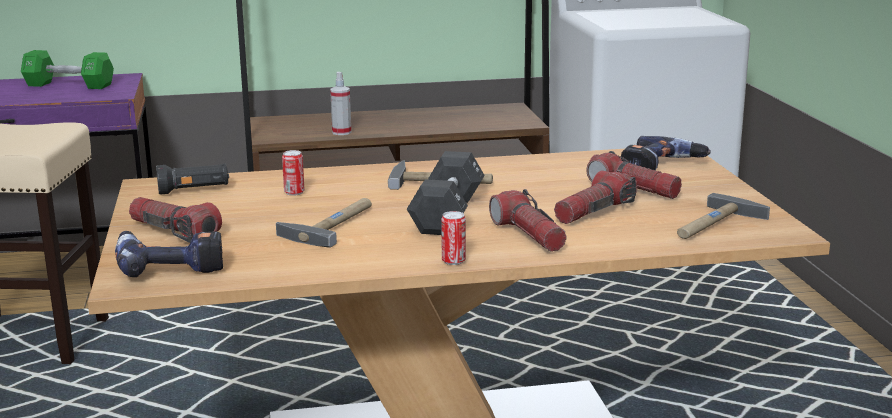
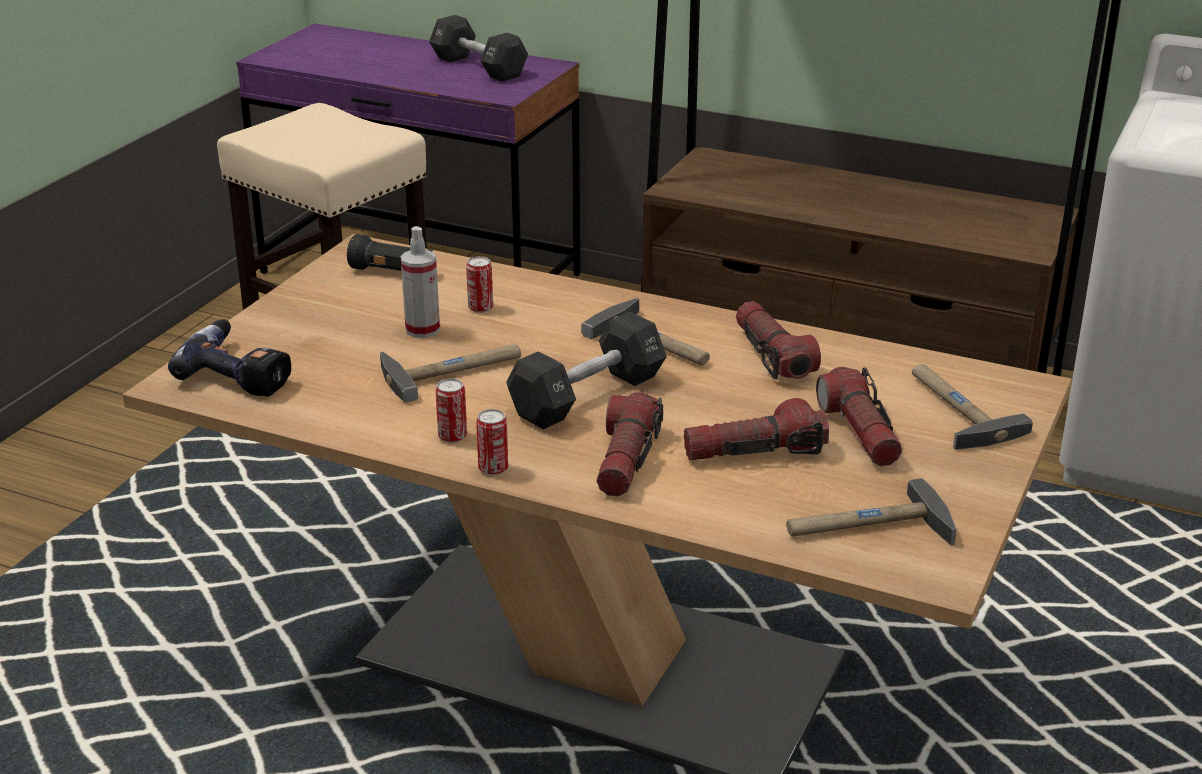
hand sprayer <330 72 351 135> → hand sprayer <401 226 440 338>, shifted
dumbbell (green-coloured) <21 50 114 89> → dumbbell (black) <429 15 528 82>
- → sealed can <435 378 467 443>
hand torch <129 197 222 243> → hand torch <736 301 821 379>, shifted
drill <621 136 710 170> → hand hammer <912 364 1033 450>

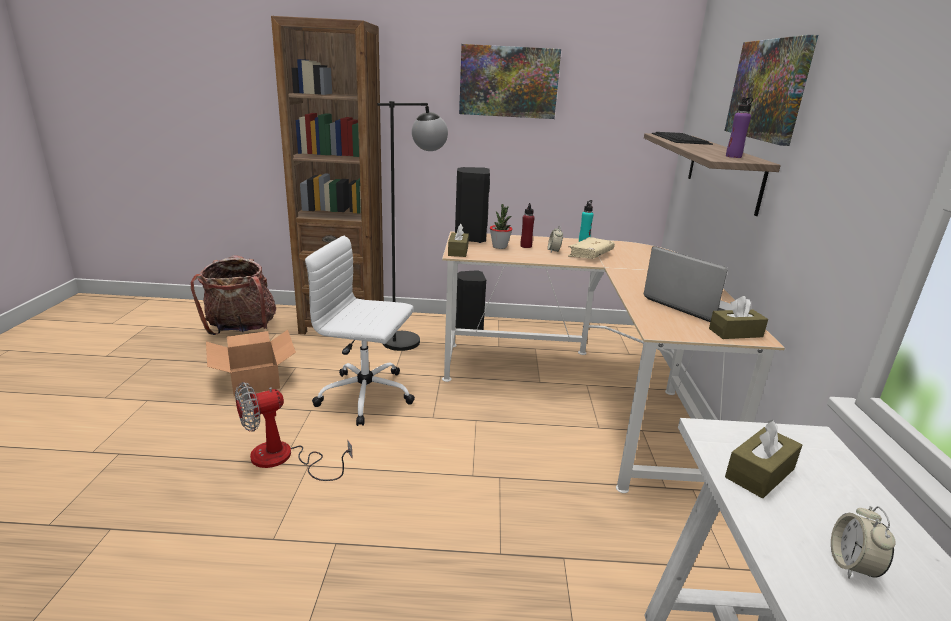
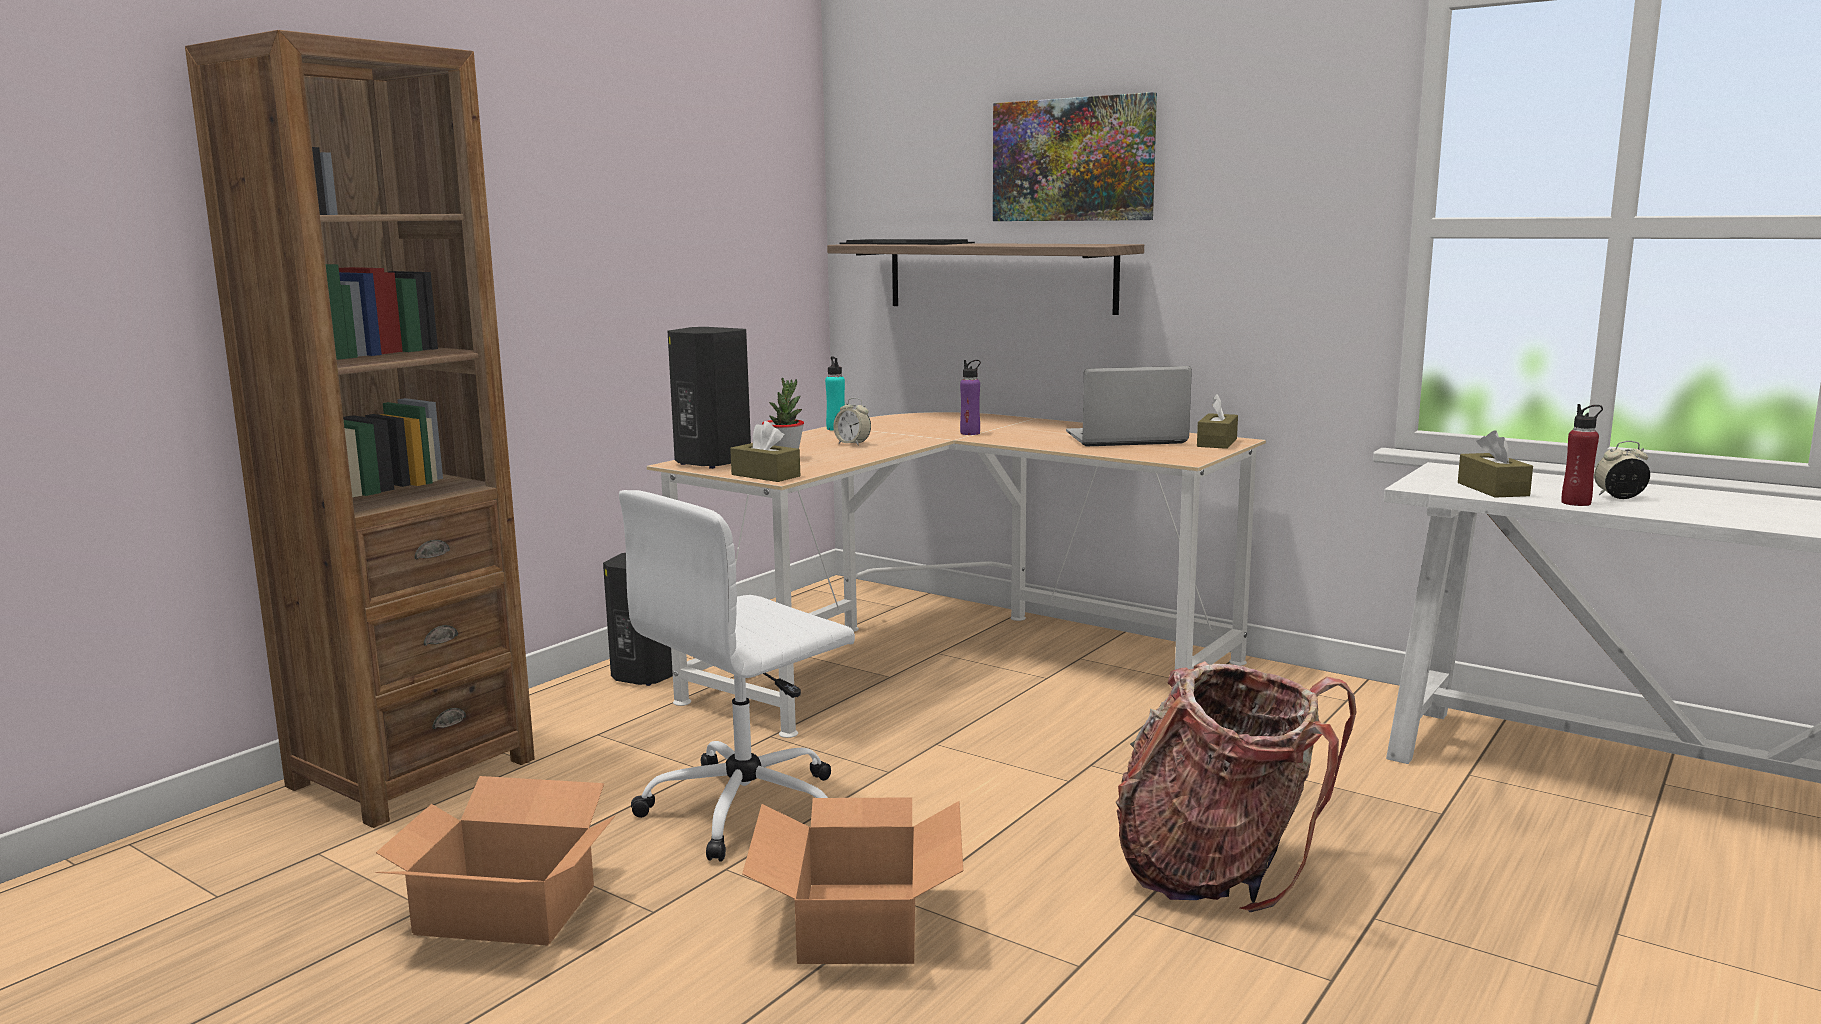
cooling fan <235 382 353 481> → packing box <742 797 963 964>
drink bottle (purple) <726 97 754 158> → drink bottle (purple) <960 360 981 435>, shifted
knapsack <191 255 276 335> → knapsack <1116 661 1357 912>, shifted
drink bottle (red-coloured) <520 203 535 248> → drink bottle (red-coloured) <1561 404 1603 506>, shifted
bedside clock <831 506 896 579> → bedside clock <1594 441 1650 499>, 135 degrees clockwise
standard lamp (black) <377 101 448 351> → -
wall art <459 44 561 119> → -
book (sand-coloured) <568 237 615 259> → -

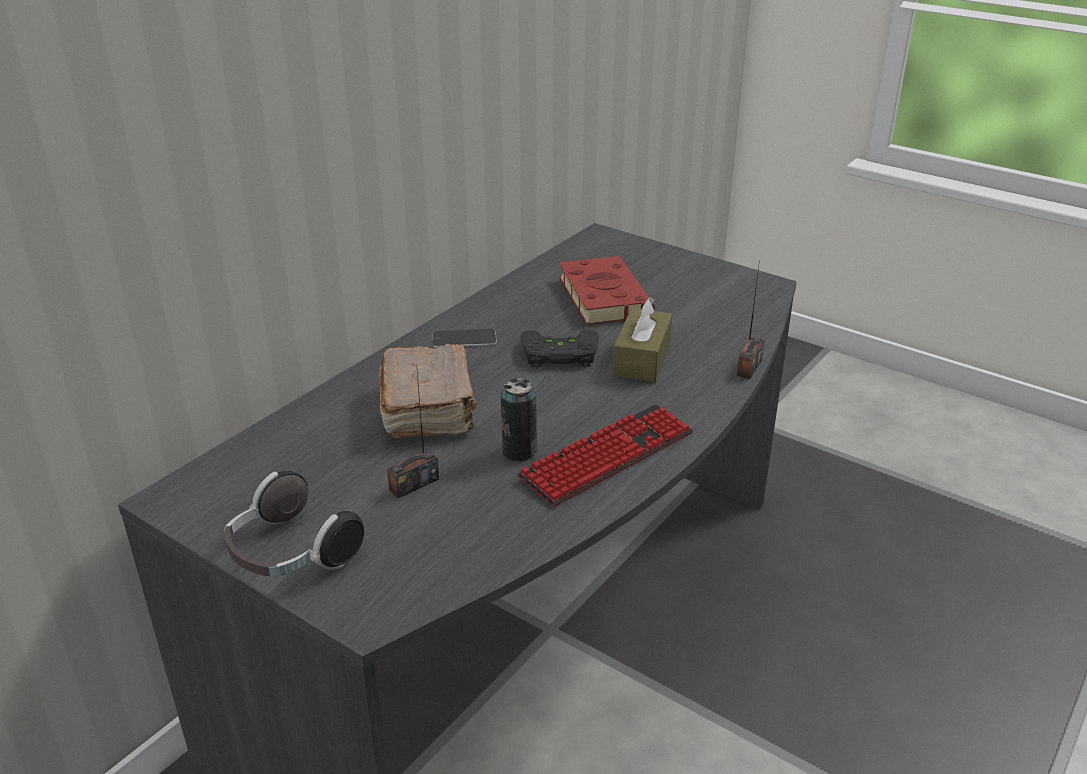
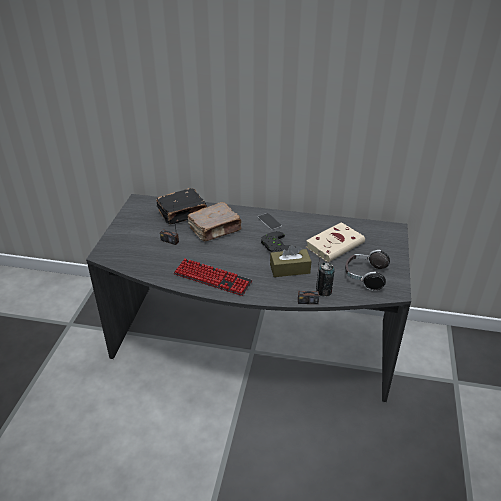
- → book (black) <156 188 207 224>
book (red-coloured) <559 256 655 325> → book (sand-coloured) <306 222 365 262>
sealed can <501 378 537 462> → sealed can <317 262 334 297>, shifted
headset <224 471 364 577> → headset <345 250 390 291>, shifted

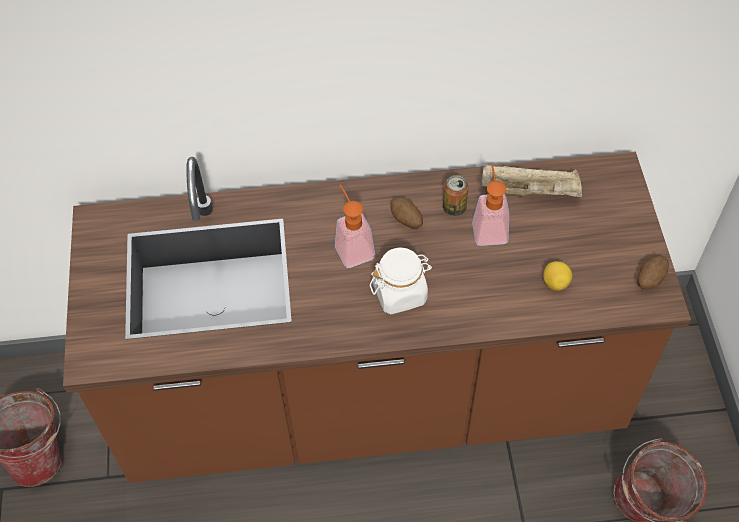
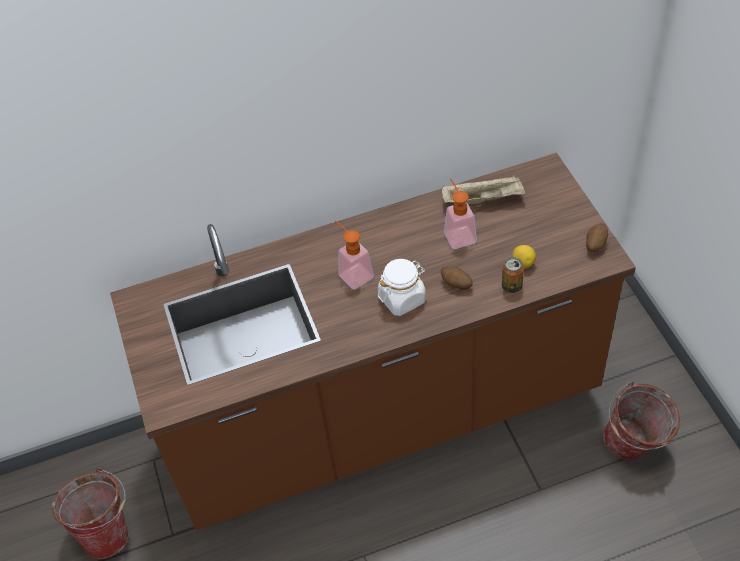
potato <391 197 423 229> → potato <441 266 473 290>, shifted
sealed can <443 175 468 216> → sealed can <502 257 524 293>, shifted

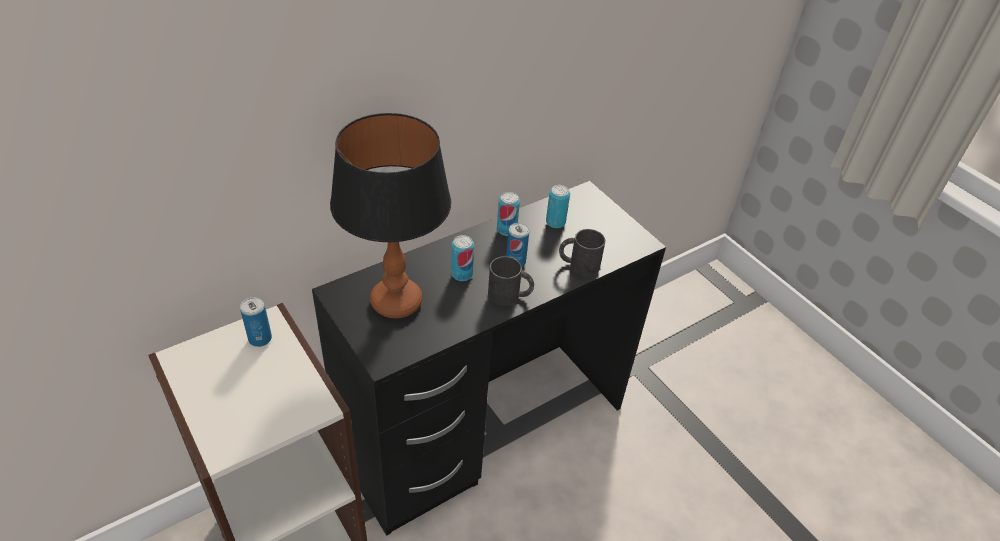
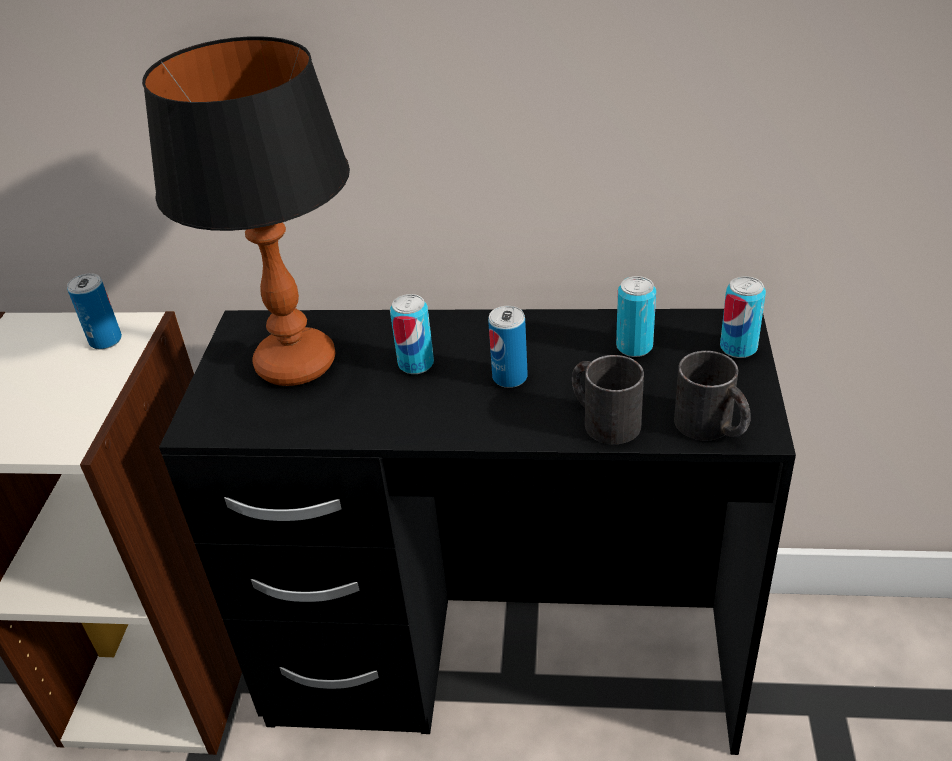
coffee mug (black) <488 256 534 306> → coffee mug (black) <674 351 751 441>, shifted
sealed can <497 192 520 236> → sealed can <720 276 766 358>, shifted

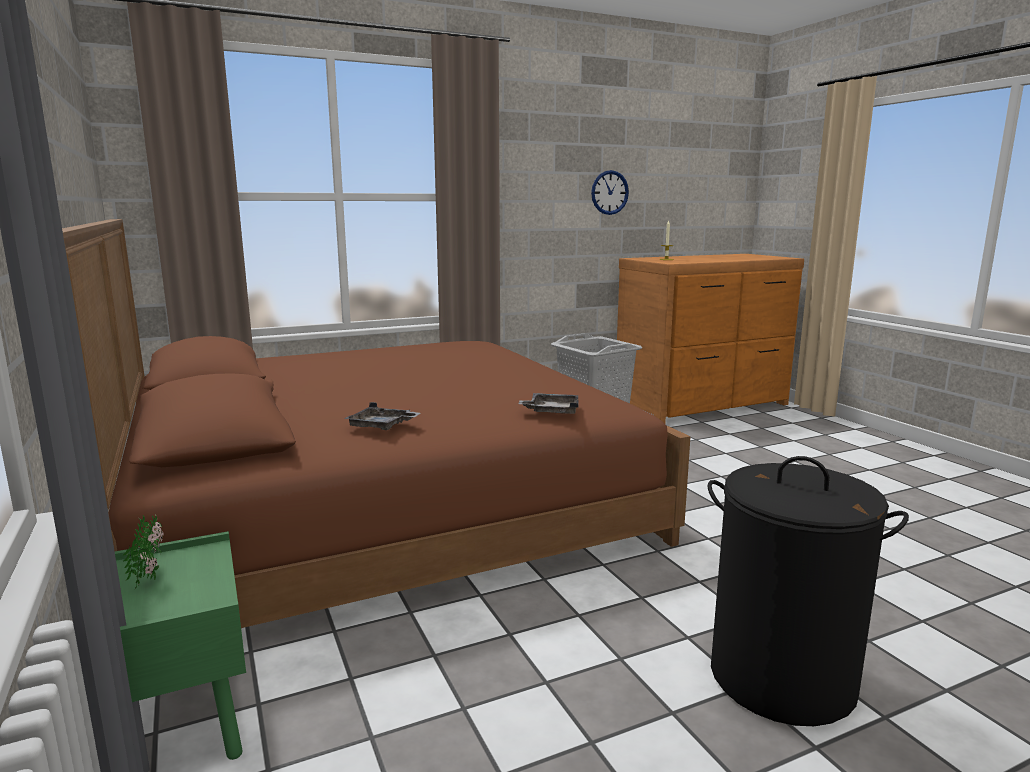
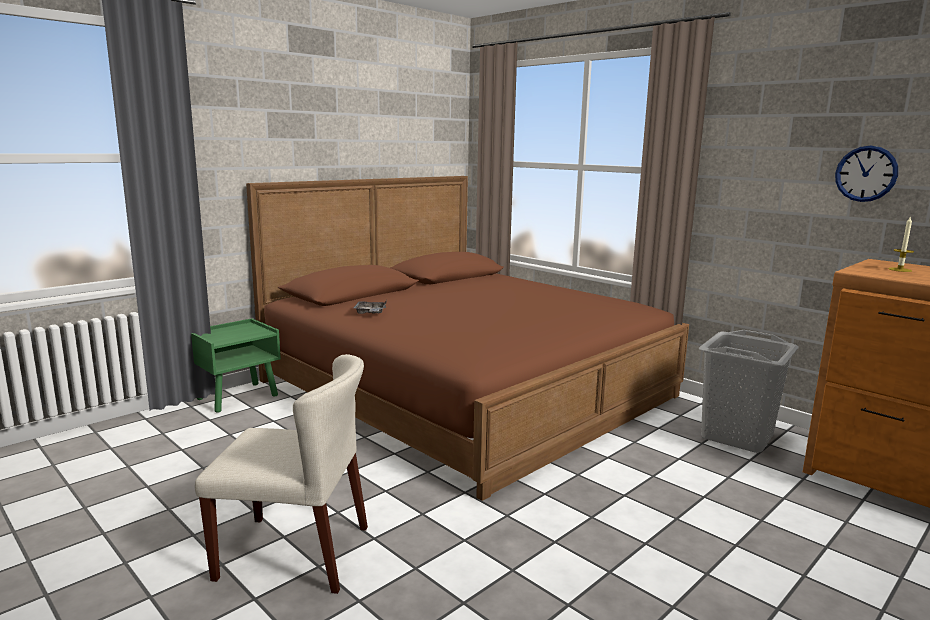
hamper (black) <707 456 909 726> → upright chair (sand-coloured) <195 354 368 594>
houseplant <123 514 163 589> → -
serving tray (greyish) <519 393 578 414> → -

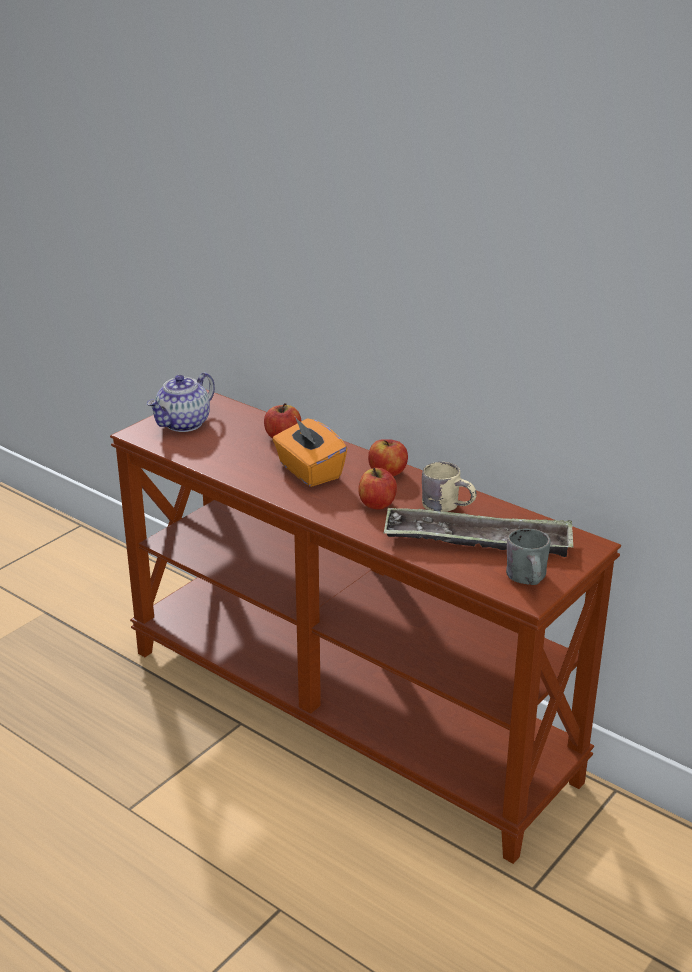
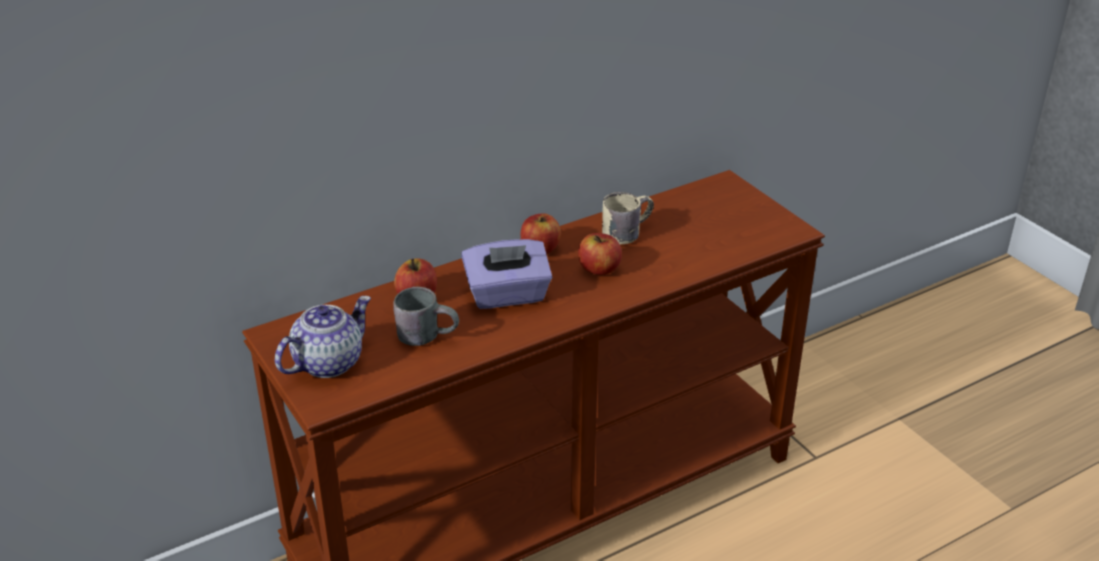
pot for tea <147 372 215 432> → pot for tea <275 296 371 378>, 105 degrees counterclockwise
coffee mug (greyish) <506 529 551 585> → coffee mug (greyish) <393 287 459 346>, shifted
box of tissues (orange) <272 417 347 487> → box of tissues (purple) <461 239 552 309>
serving tray <384 507 573 557> → -

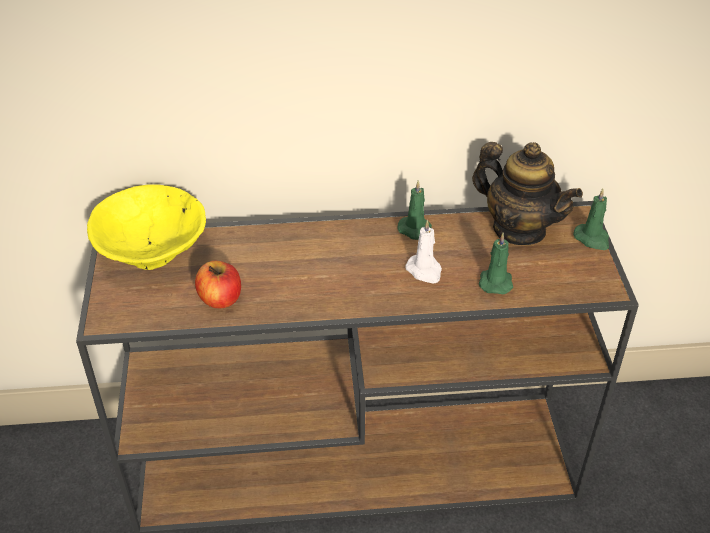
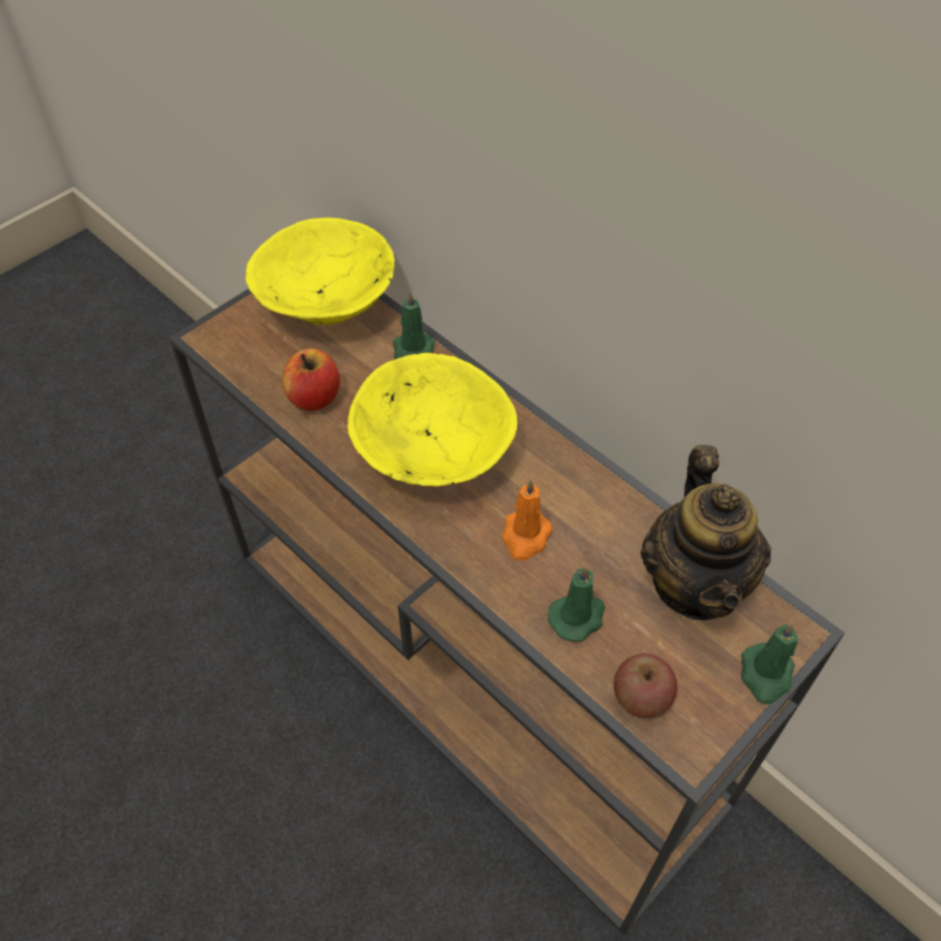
- → bowl (yellowish) <347 353 518 487>
candle (green-coloured) <397 180 432 240> → candle (green-coloured) <393 291 435 359>, shifted
candle (white) <405 219 442 284> → candle (orange) <502 479 553 561>
- → whole apple <614 654 677 718>

